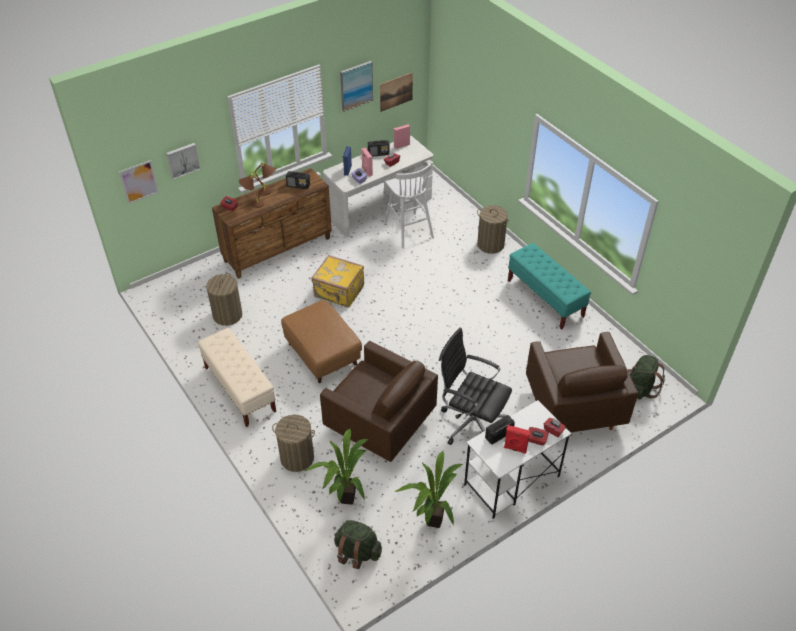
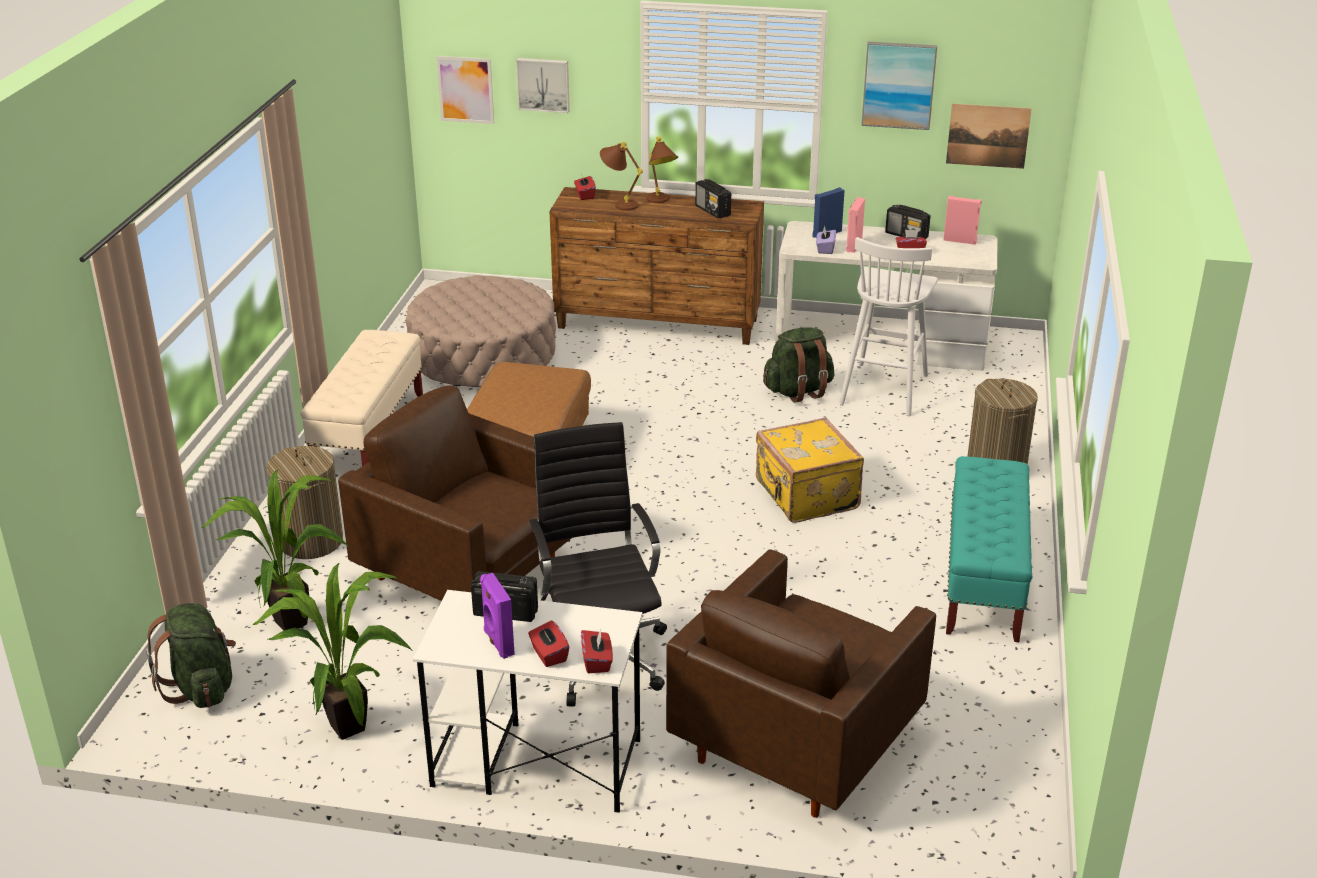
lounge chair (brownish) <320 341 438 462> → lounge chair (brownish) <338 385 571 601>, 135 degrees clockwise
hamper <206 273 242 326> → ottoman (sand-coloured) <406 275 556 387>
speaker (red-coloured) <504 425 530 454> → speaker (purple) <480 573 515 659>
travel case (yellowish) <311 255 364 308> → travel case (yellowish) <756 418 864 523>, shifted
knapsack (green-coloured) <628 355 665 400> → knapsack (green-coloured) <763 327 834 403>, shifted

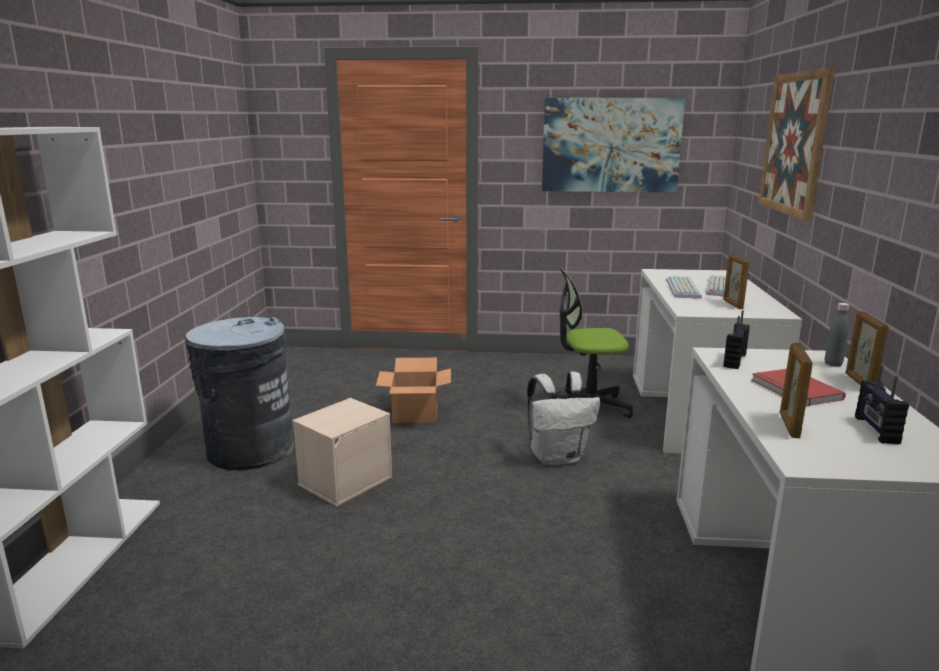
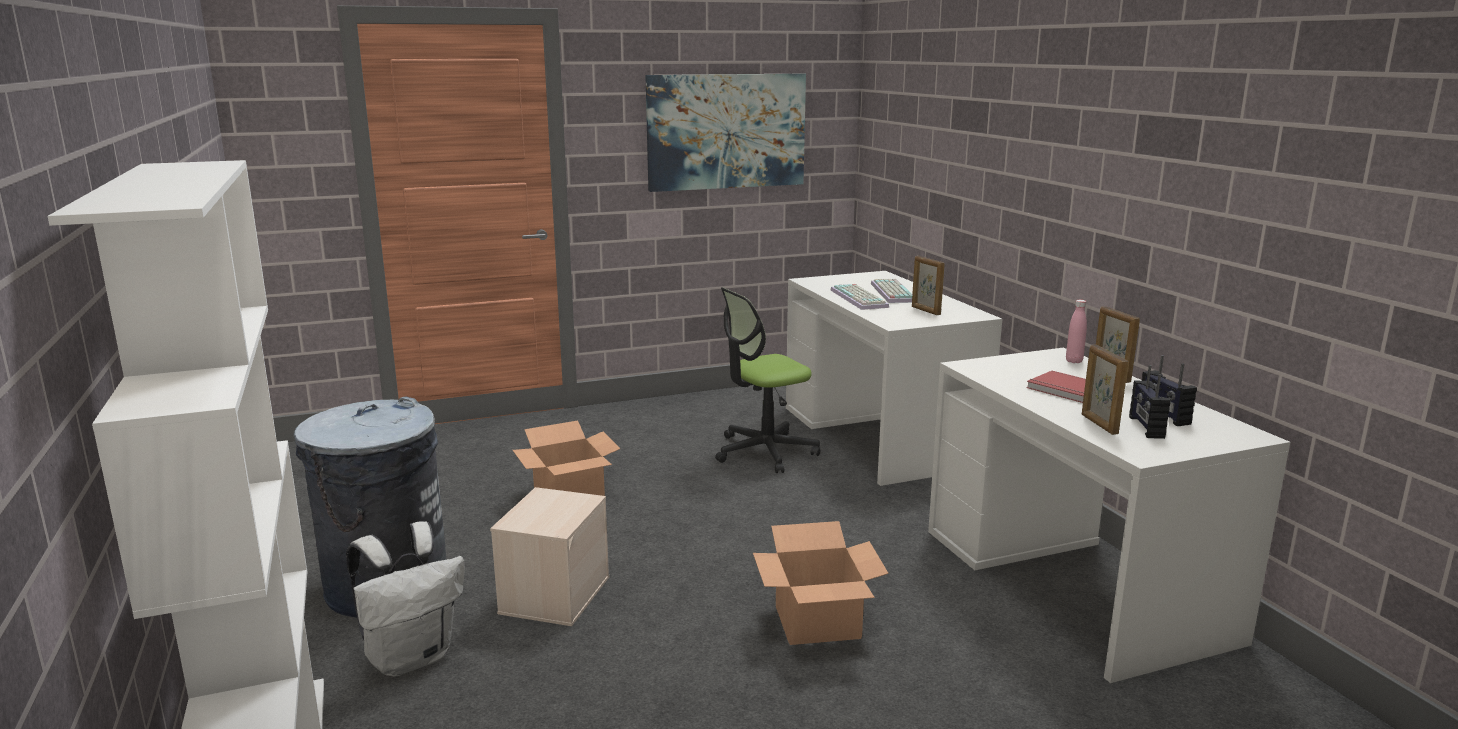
knapsack (white) <527 371 600 466> → knapsack (white) <346 521 465 676>, shifted
- → packing box <753 521 889 645>
drink bottle (greyish) <825 303 849 367> → drink bottle (pink-coloured) <1066 300 1087 363>
radio set <723 310 750 369> → radio set <1129 365 1171 439>, shifted
wall art <759 67 835 221> → -

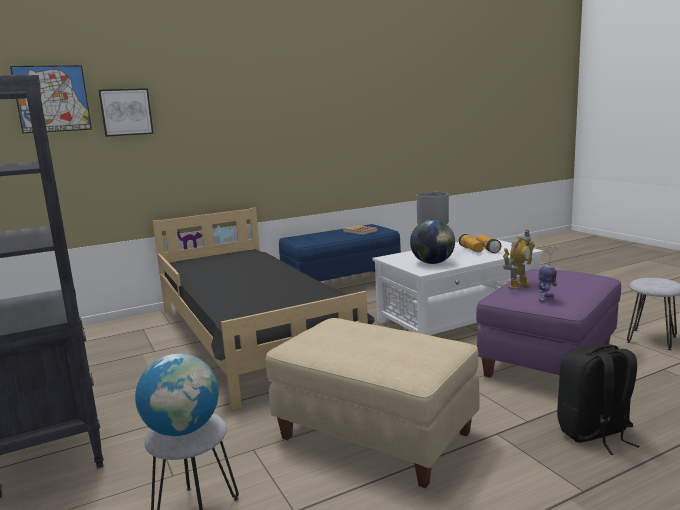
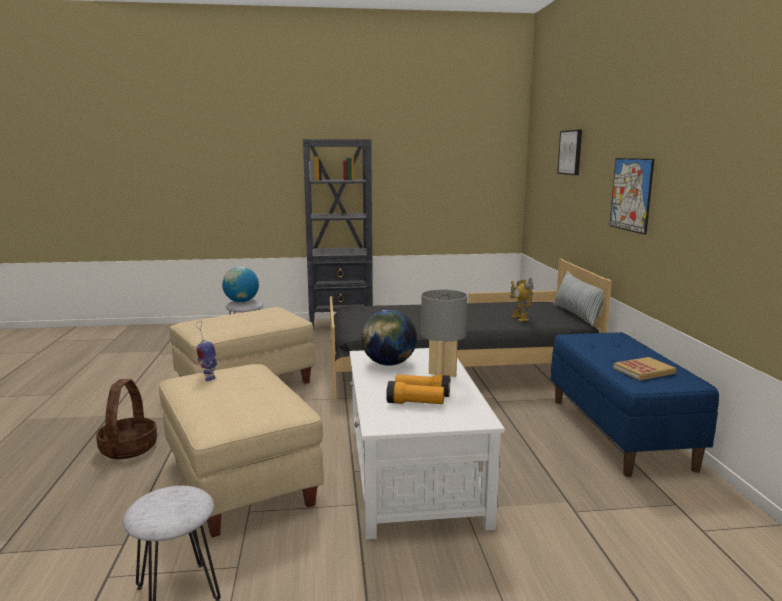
knapsack (black) <557 344 640 455> → household basket <96 379 157 459>
ottoman (purple) <476 269 621 378> → ottoman (sand-coloured) <159 364 324 538>
model robot <503 230 535 290> → model robot <510 278 533 321>, shifted
- → cushion <553 271 604 327>
wall art <10 65 92 133> → wall art <610 158 654 235>, shifted

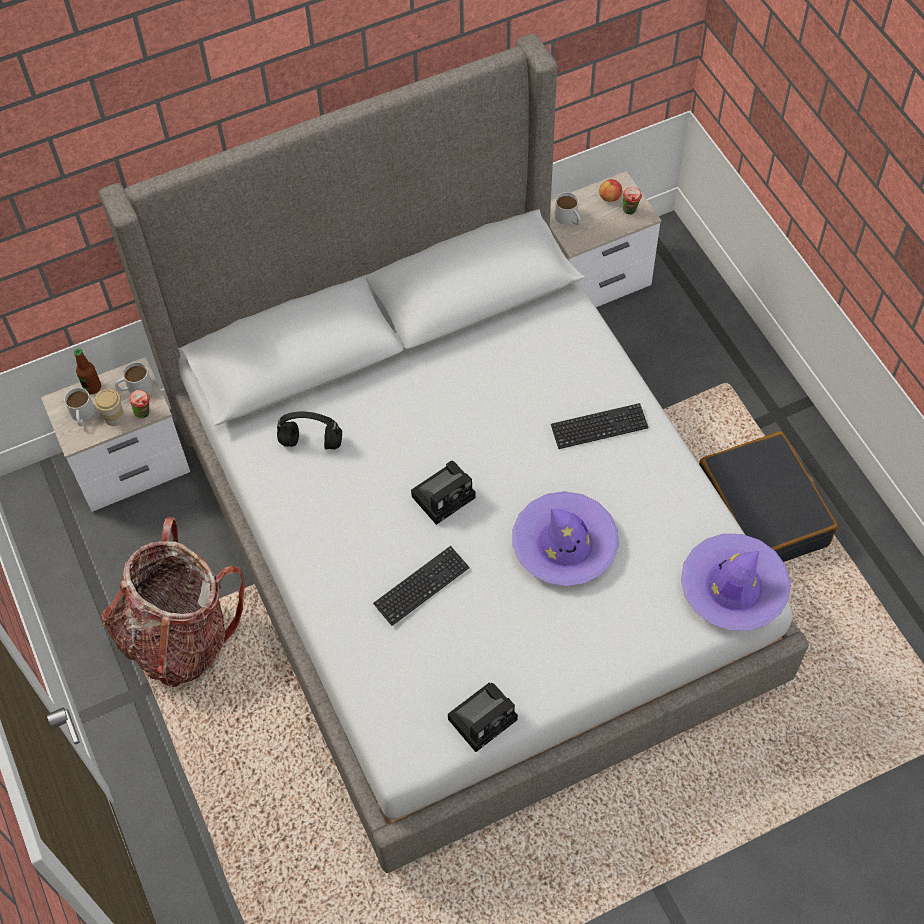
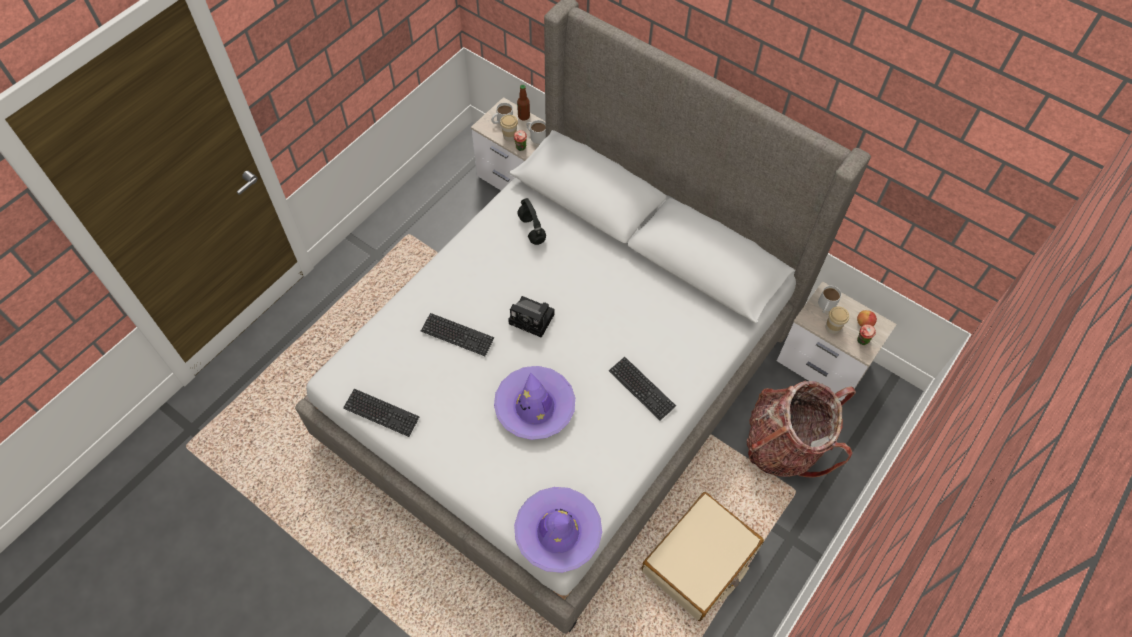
photo camera <448 682 518 752> → computer keyboard <343 389 420 437>
travel case (black) <699 431 838 562> → travel case (sand-coloured) <641 492 764 621>
knapsack <101 517 245 687> → knapsack <747 381 856 478>, shifted
- → drinking cup <825 306 849 334>

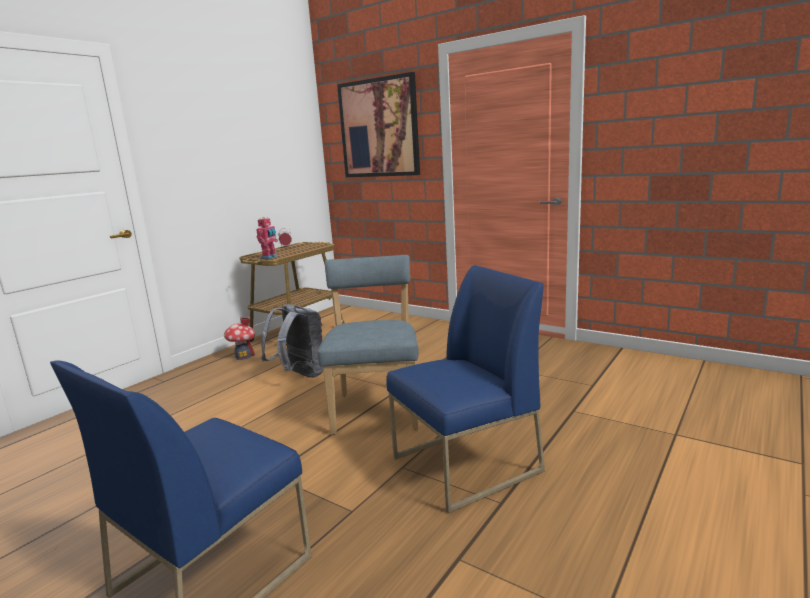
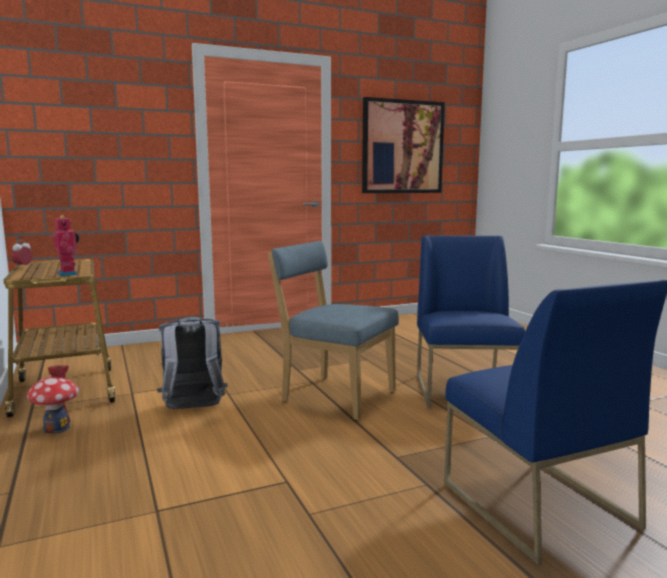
wall art <337 72 420 177> → wall art <362 97 445 193>, shifted

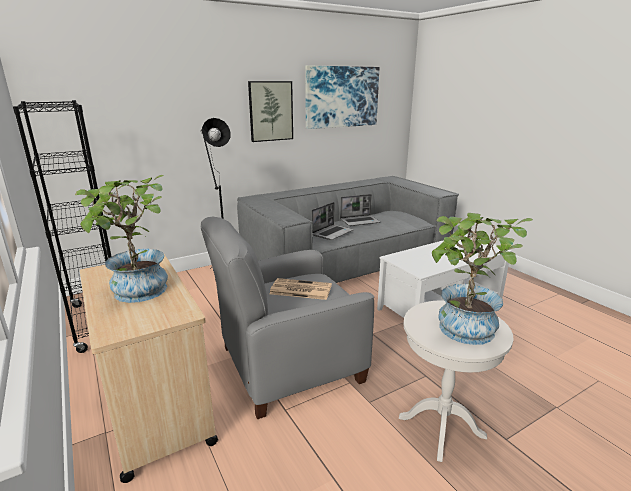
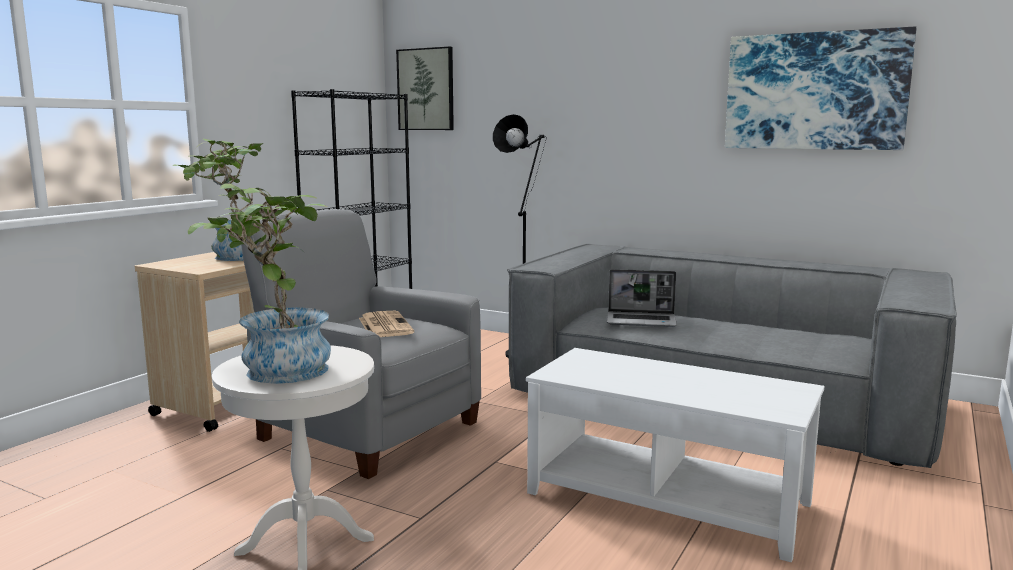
wall art <248 81 293 142> → wall art <396 46 454 130>, shifted
laptop <340 194 380 226> → -

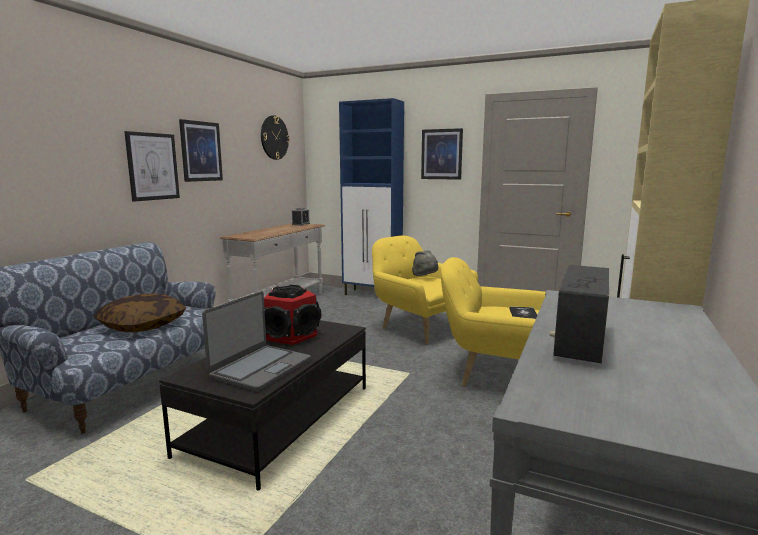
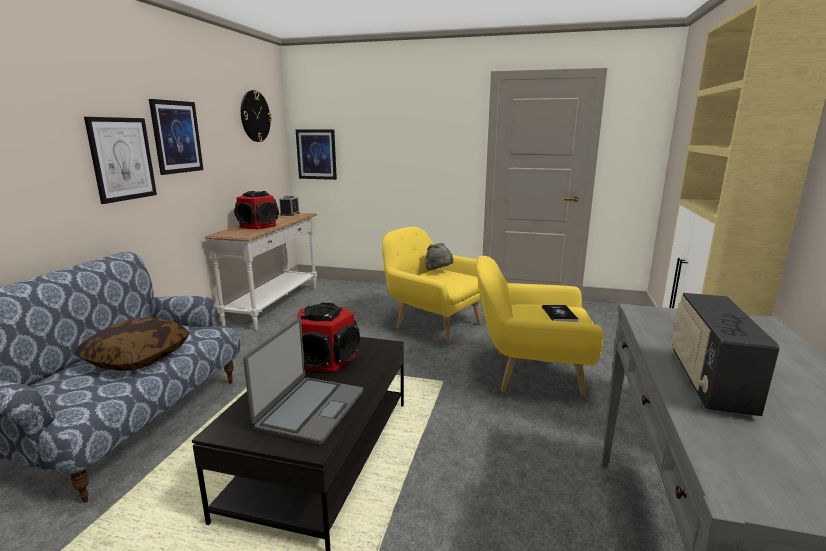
- → speaker <234 191 279 229>
wall art <421 128 463 180> → wall art <295 129 337 180>, shifted
cabinet (blue) <339 98 404 295> → -

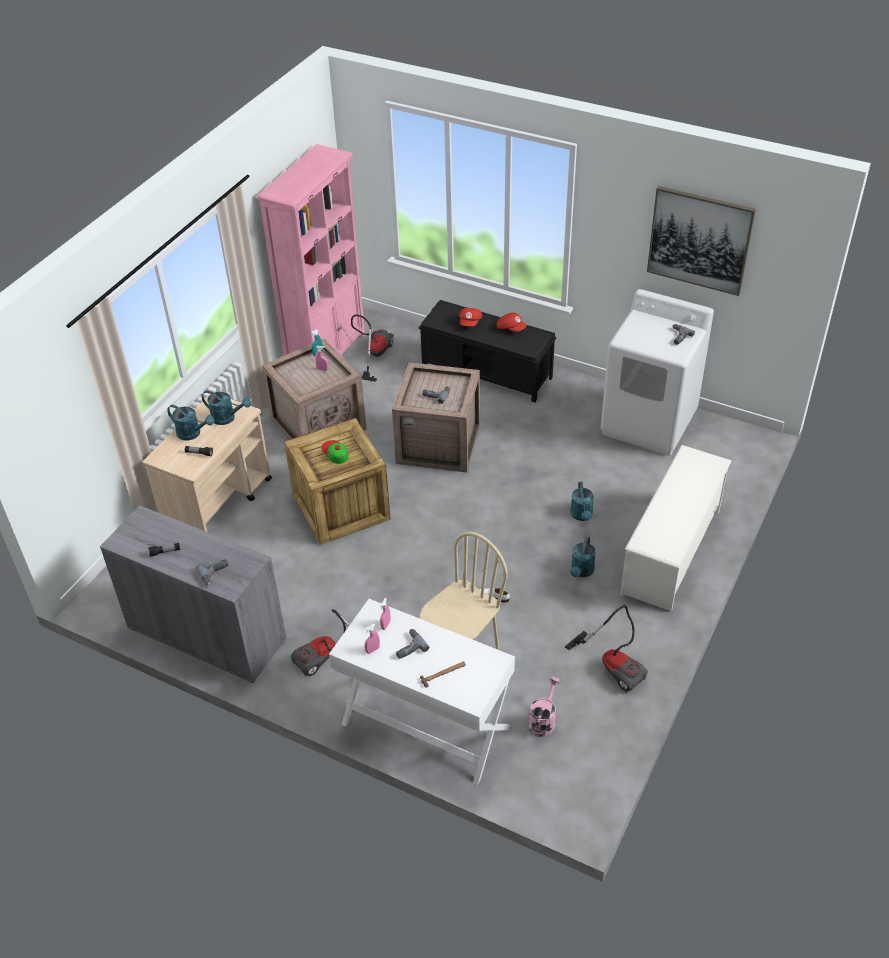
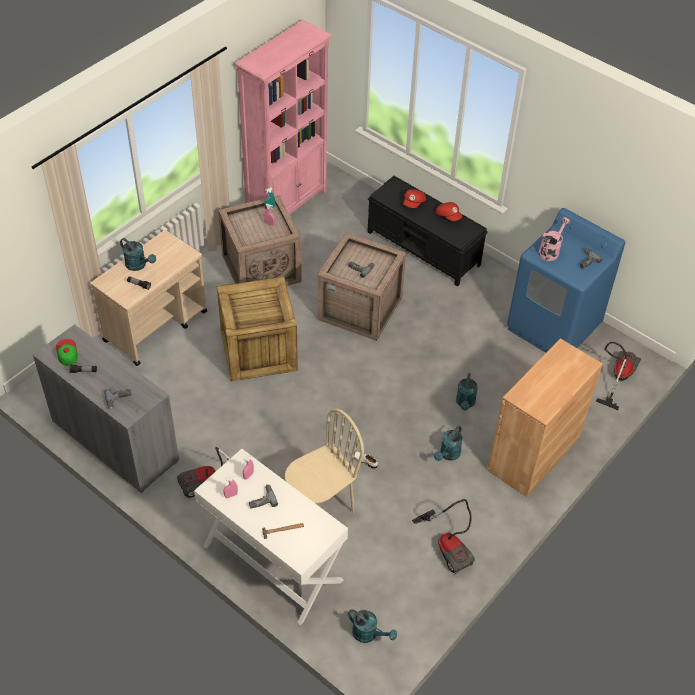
baseball cap <321 440 348 464> → baseball cap <56 339 78 366>, shifted
watering can (blue-green) <202 391 251 425> → watering can (blue-green) <348 609 397 643>, shifted
shoe shelf (white) <620 445 732 611> → cabinet (brownish) <487 338 602 497>
laundry appliance (white) <601 289 714 456> → laundry appliance (blue) <507 208 625 353>
watering can (pink-coloured) <529 677 560 737> → watering can (pink-coloured) <538 217 570 261>, shifted
vacuum cleaner <351 314 394 382> → vacuum cleaner <596 342 641 410>, shifted
wall art <647 186 756 296> → -

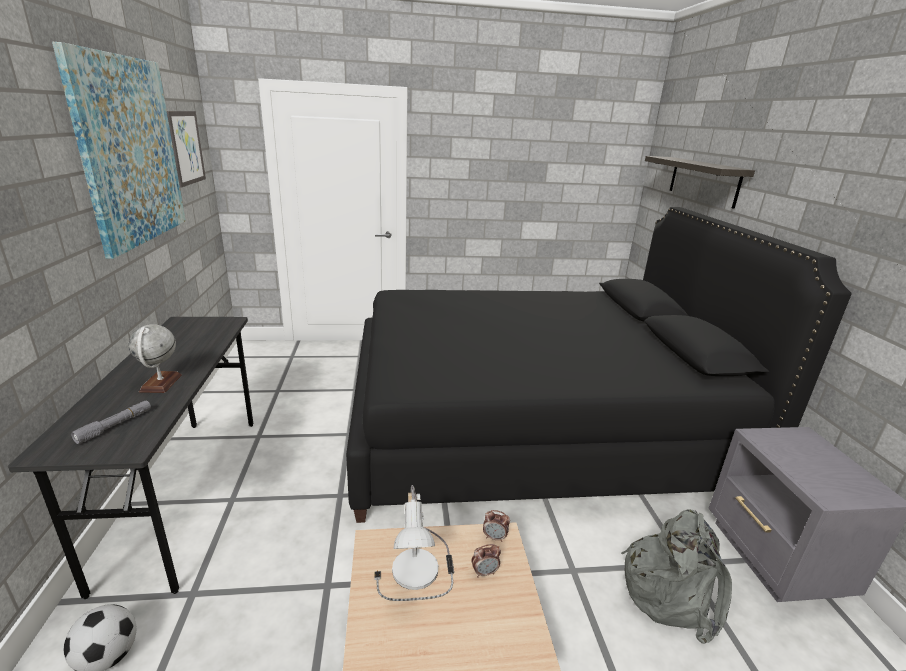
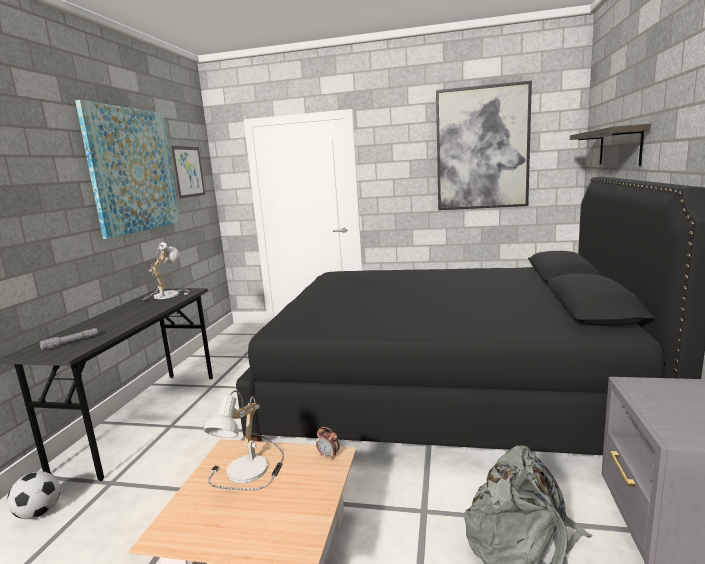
- → lamp for a table <143 242 189 300>
- → wall art <436 81 532 210>
globe <129 324 182 393> → -
bedside clock <472 544 501 578> → -

